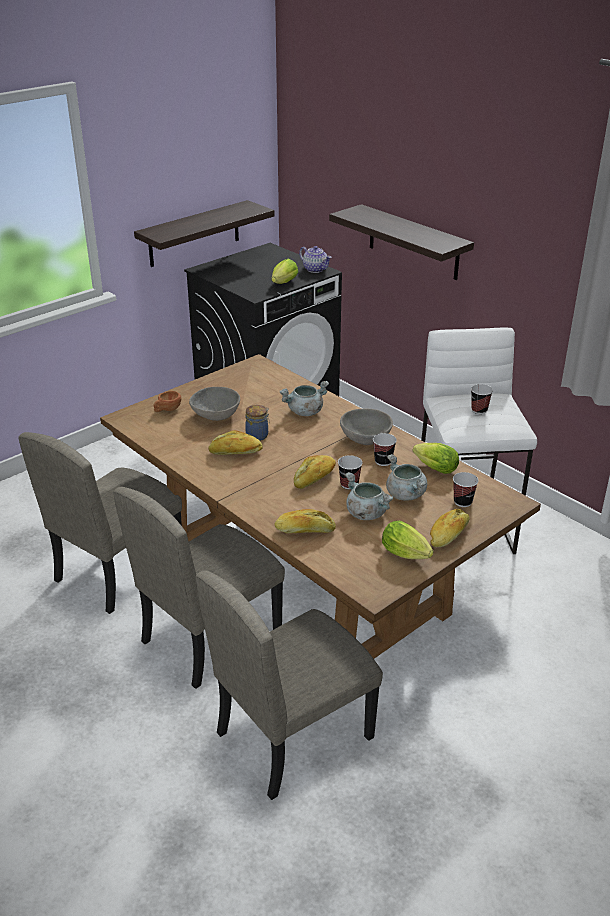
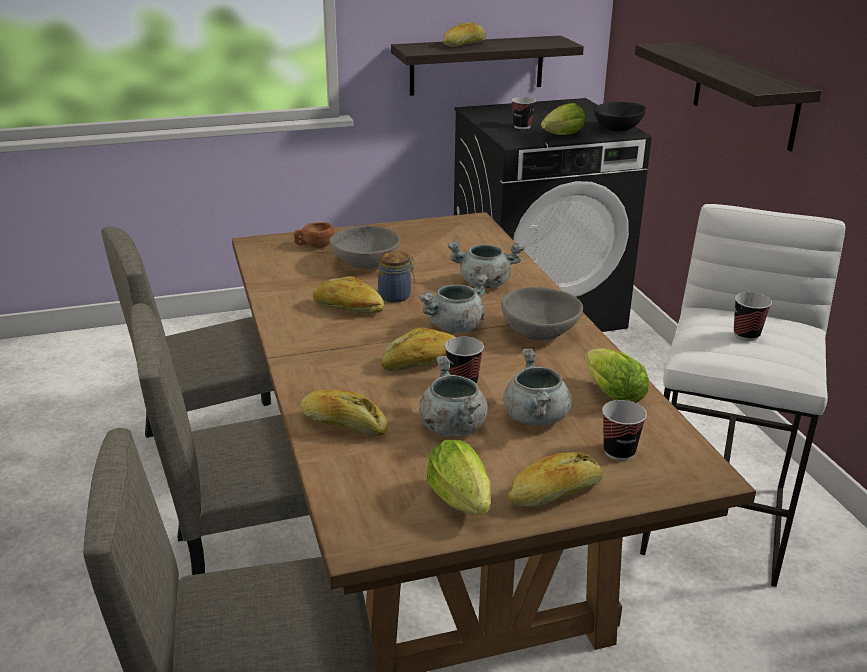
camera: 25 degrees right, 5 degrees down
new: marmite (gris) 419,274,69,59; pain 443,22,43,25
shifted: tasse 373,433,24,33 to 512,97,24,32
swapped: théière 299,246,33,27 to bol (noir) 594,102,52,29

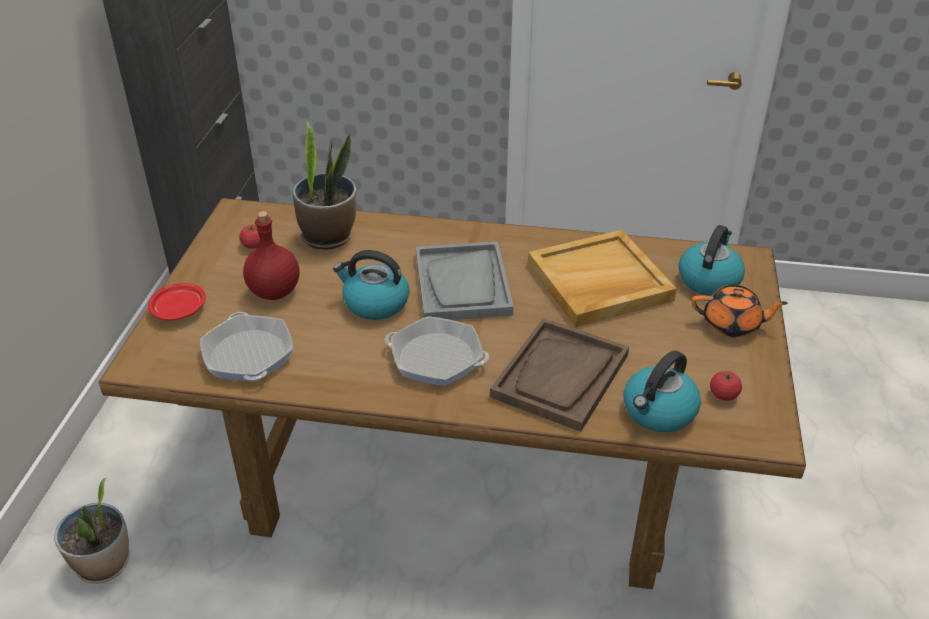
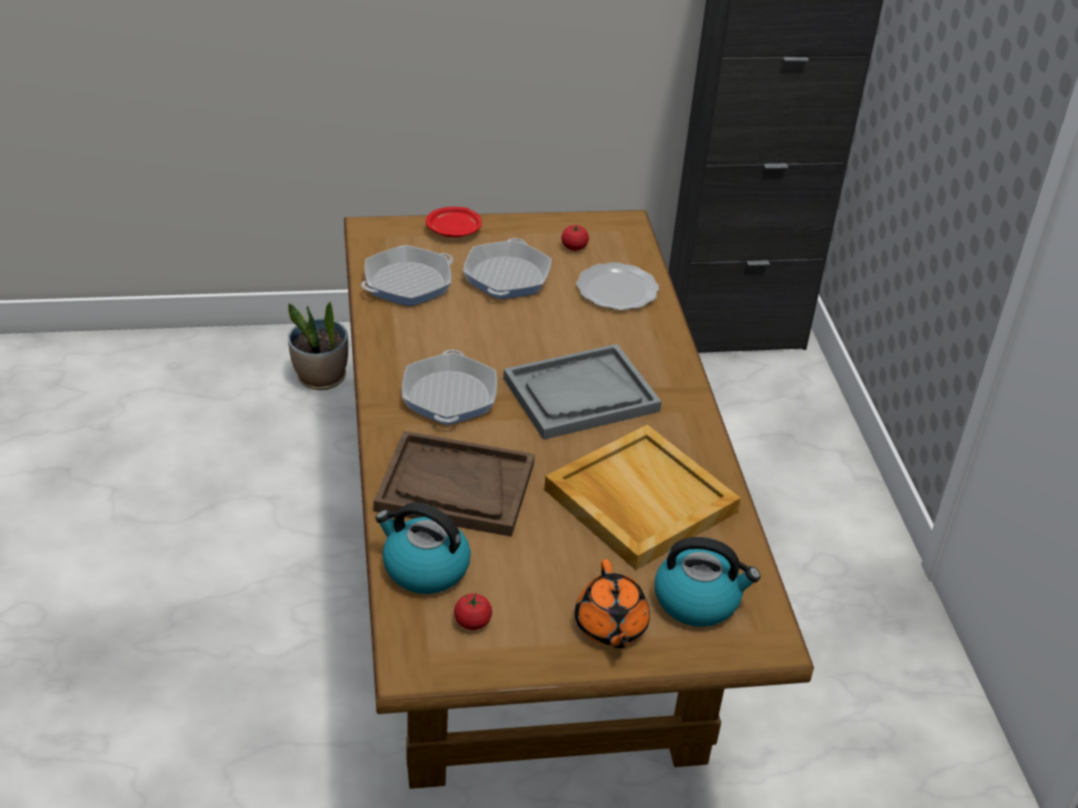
camera: 70 degrees right, 0 degrees up
gone: bouilloire 333,250,76,70
swapped: bouteille (rouge) 243,211,57,89 to poêle 463,238,89,61; plante en pot 293,121,63,129 to assiette 576,262,83,48

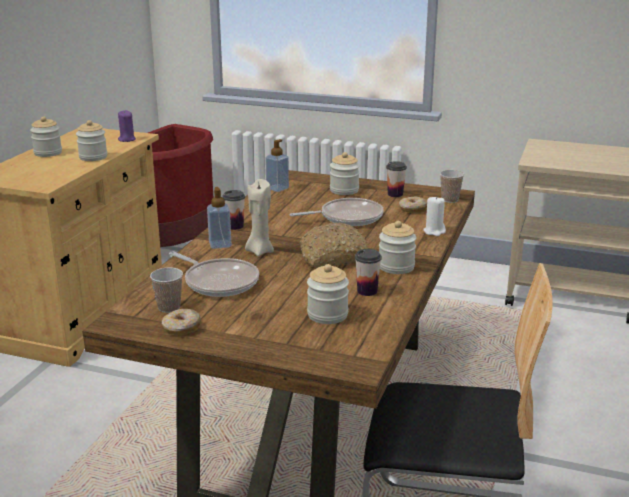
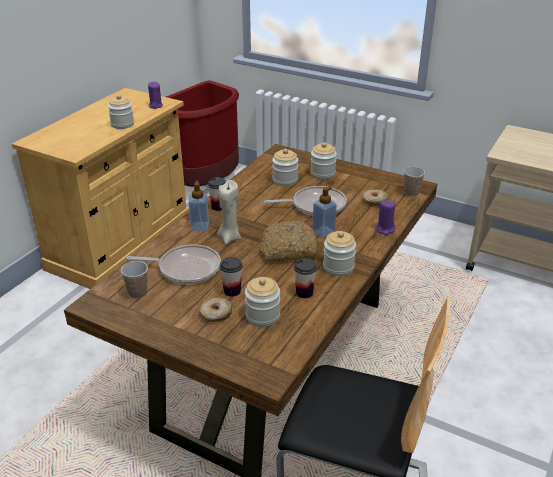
camera: 10 degrees right, 10 degrees up
shifted: bocal 30,116,32,41 to 272,149,26,37; beignet 162,309,39,26 to 200,298,32,24; distributeur de savon 265,139,24,53 to 312,187,25,51; tasse 386,161,21,36 to 220,257,23,40
repainted: bougie (blanc) 423,196,23,40 to bougie (violet) 376,200,19,35
rotated: poêle 169,251,90,46 = 126,245,95,39 45 degrees counterclockwise

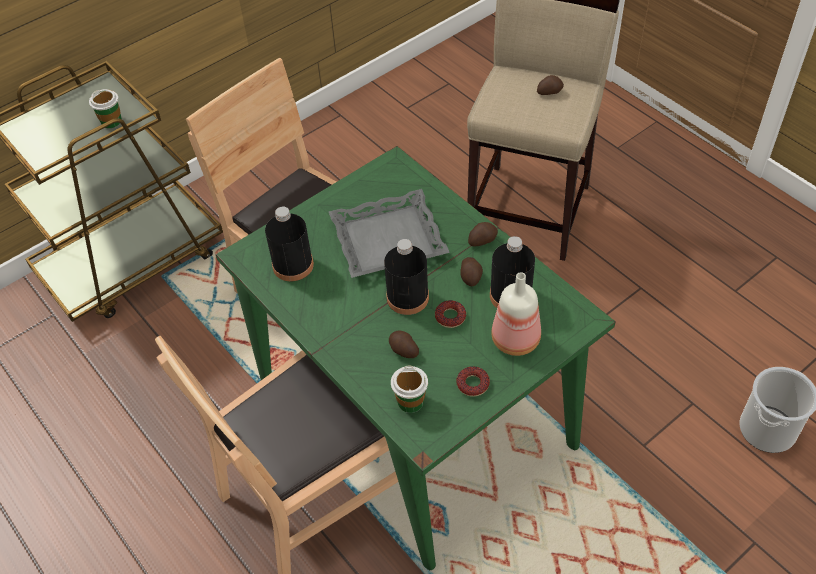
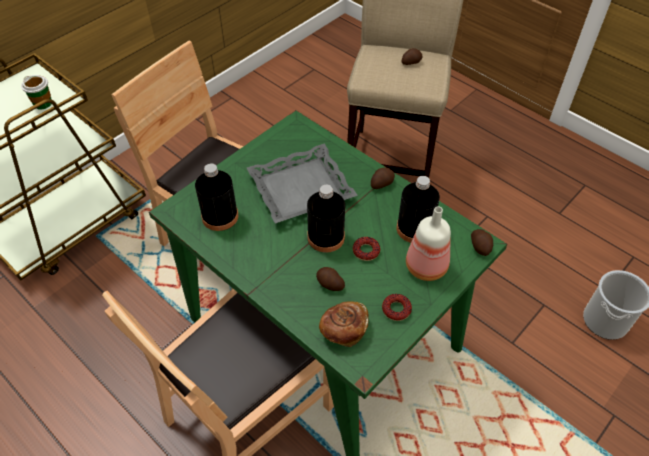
camera: 10 degrees left, 0 degrees up
shifted: pomme de terre 460,257,23,30 to 471,229,22,27
swapped: tasse 391,366,37,47 to pain 319,301,50,46

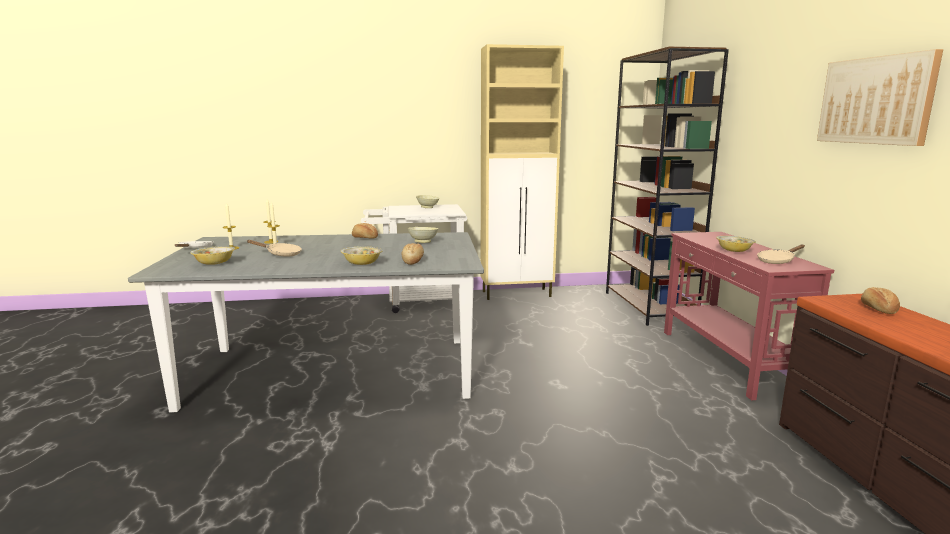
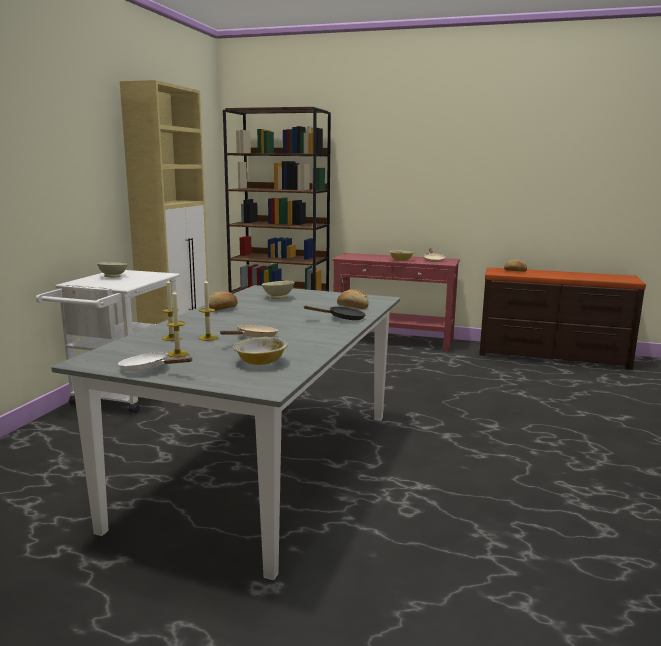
camera: 65 degrees left, 0 degrees up
gone: tableau 817,49,126,97
swapped: bol 341,246,41,19 to poêle (noir) 303,306,63,14

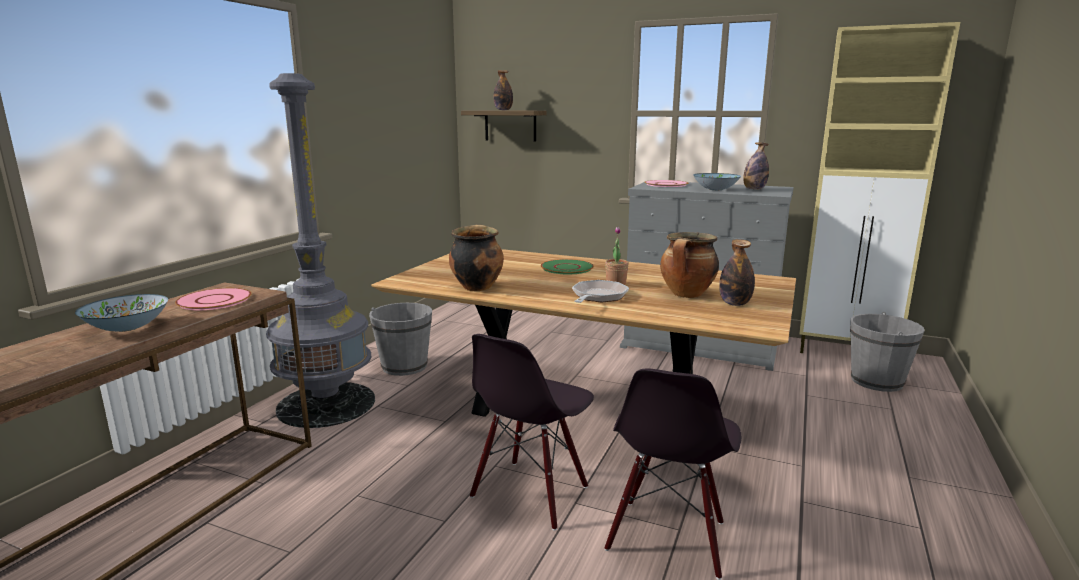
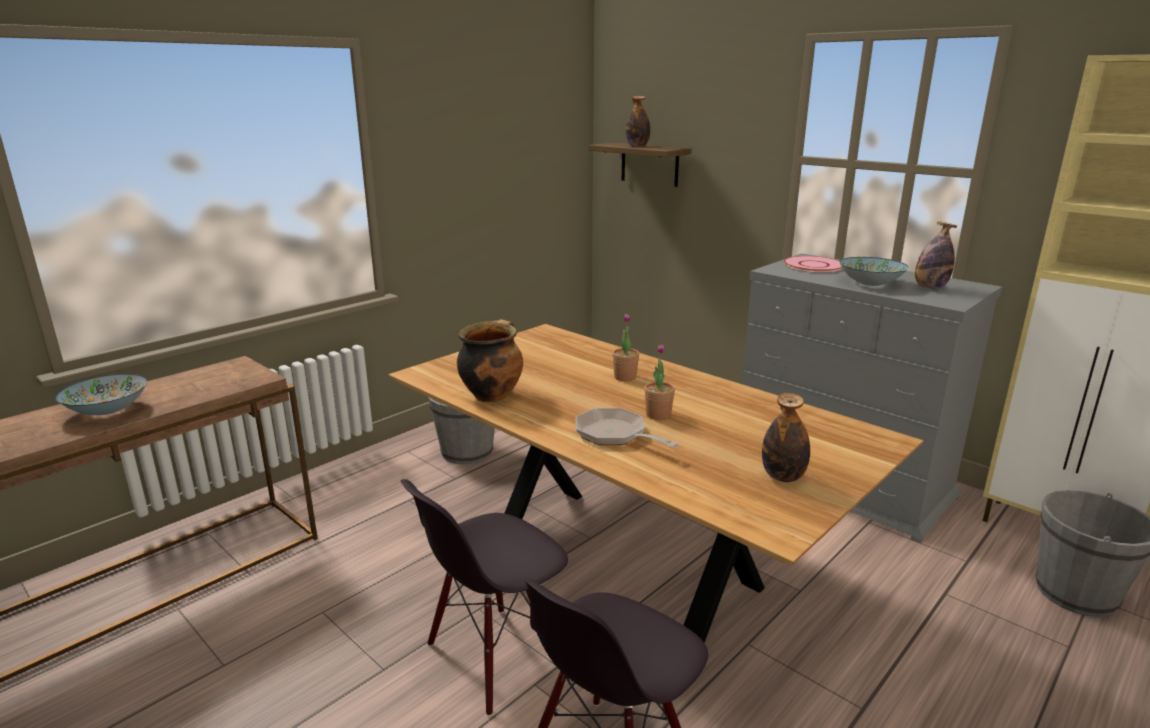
camera: 20 degrees right, 5 degrees up
gone: assiette (rose) 175,288,76,22; lampadaire (gris) 266,73,109,355; marmite 660,232,59,66
swapped: assiette (vert) 541,259,53,15 to plante en pot 612,313,27,68
rotated: poêle 572,280,57,23 = 575,408,103,39 90 degrees counterclockwise

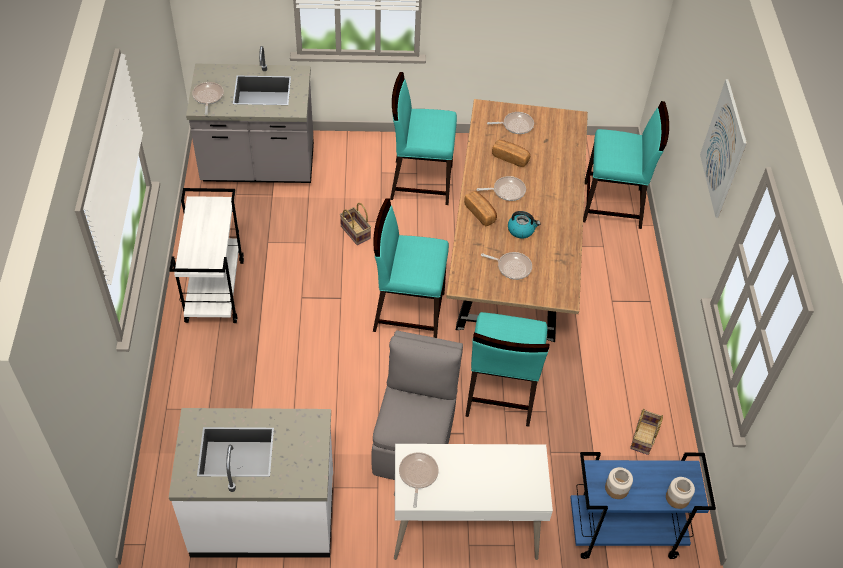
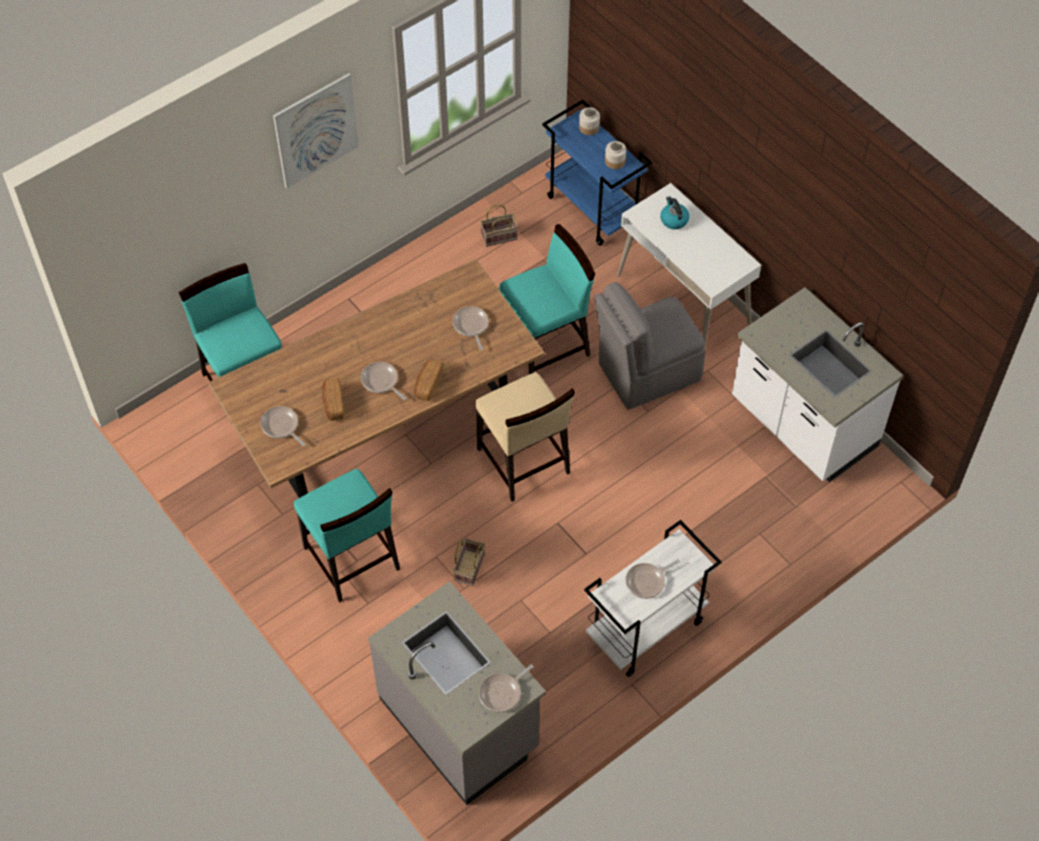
camera: 125 degrees left, 5 degrees up
shifted: poêle 399,452,40,56 to 625,559,55,40; bouilloire 508,211,33,28 to 660,196,30,33
repainted: chaise (turquoise) 373,198,76,140 to chaise (beige) 475,372,100,130

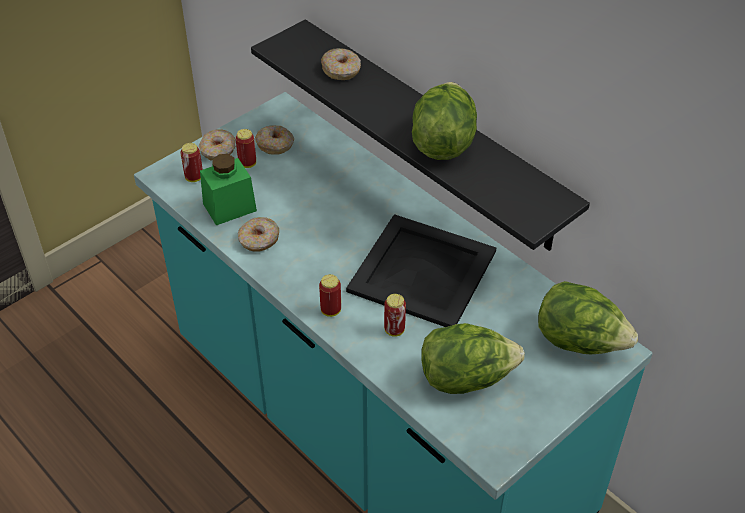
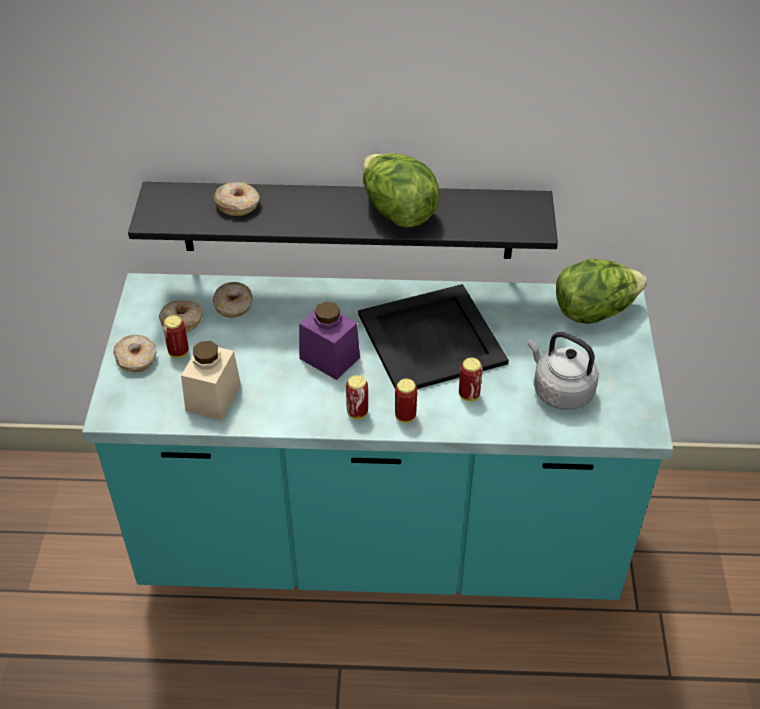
camera: 45 degrees left, 0 degrees up
new: bocal (violet) 299,301,61,79
shifted: boîte métallique 180,143,23,39 to 346,375,22,44; beignet 238,217,41,35 to 213,282,40,36
swapped: laitue 421,323,104,71 to bouilloire (gris) 528,332,71,78
repainted: bocal (vert) 200,154,57,71 to bocal (beige) 181,341,60,79

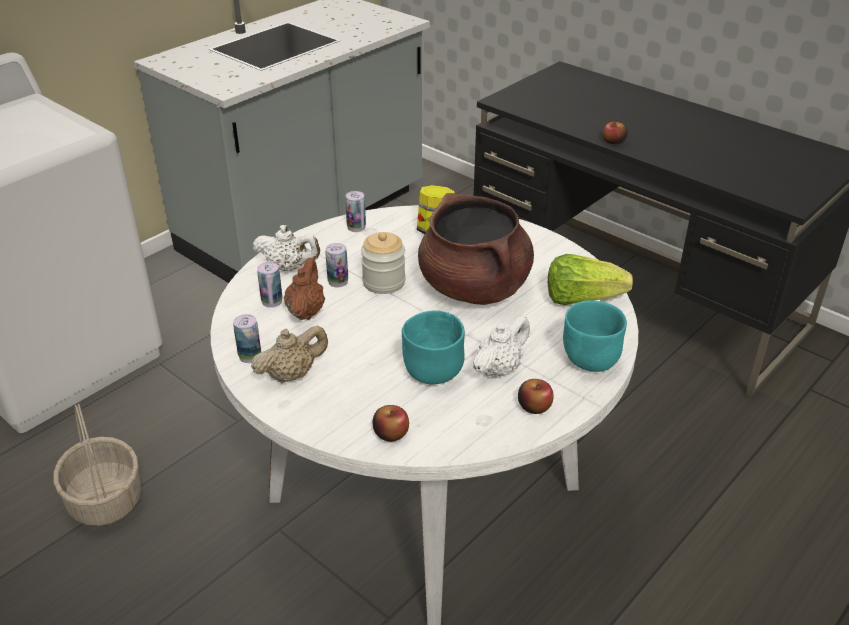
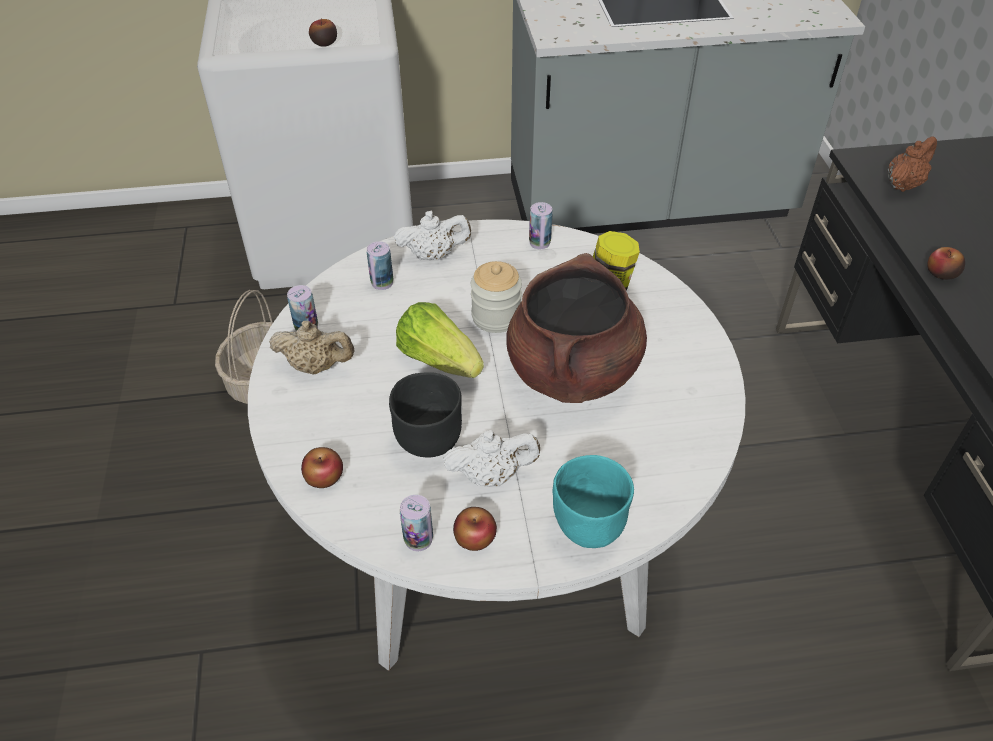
camera: 40 degrees right, 10 degrees up
new: pomme 309,18,28,29
shifted: théière (marron) 284,258,41,62 to 888,136,49,56; boîte métallique 325,243,23,45 to 400,495,33,56; laitue 548,254,85,51 to 396,302,88,76
repainted: bol (turquoise) 402,310,63,74 to bol (noir) 389,372,73,86
rotated: théière (blanc) 253,225,67,46 = 394,211,77,49 60 degrees counterclockwise

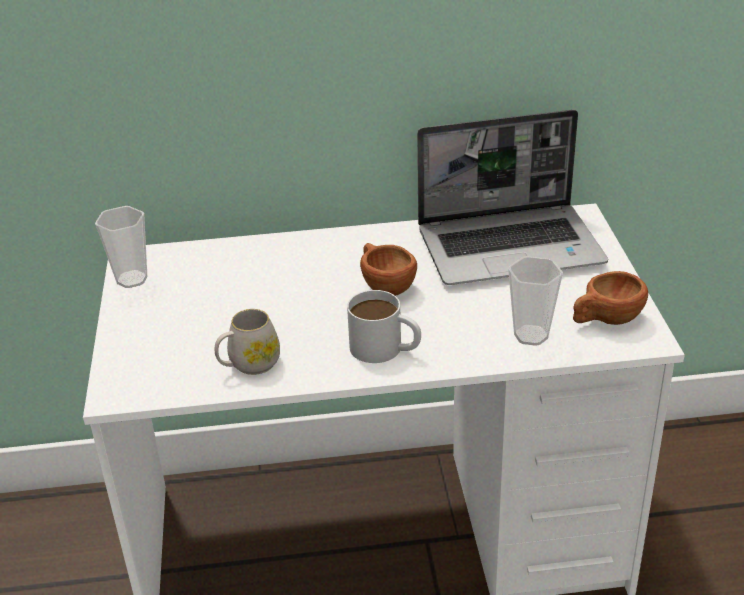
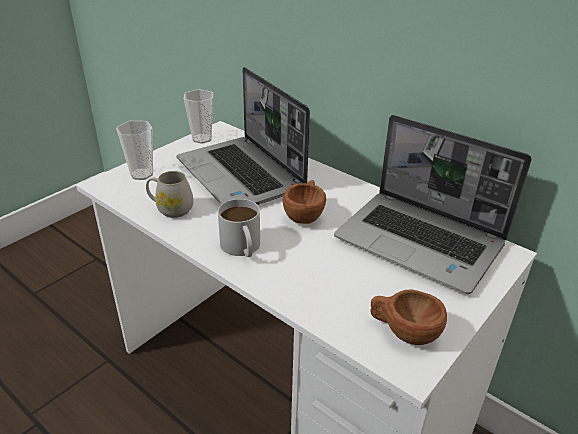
camera: 45 degrees right, 0 degrees up
new: ordinateur portable 176,67,134,138
shifted: tasse 508,256,55,90 to 116,120,37,60

